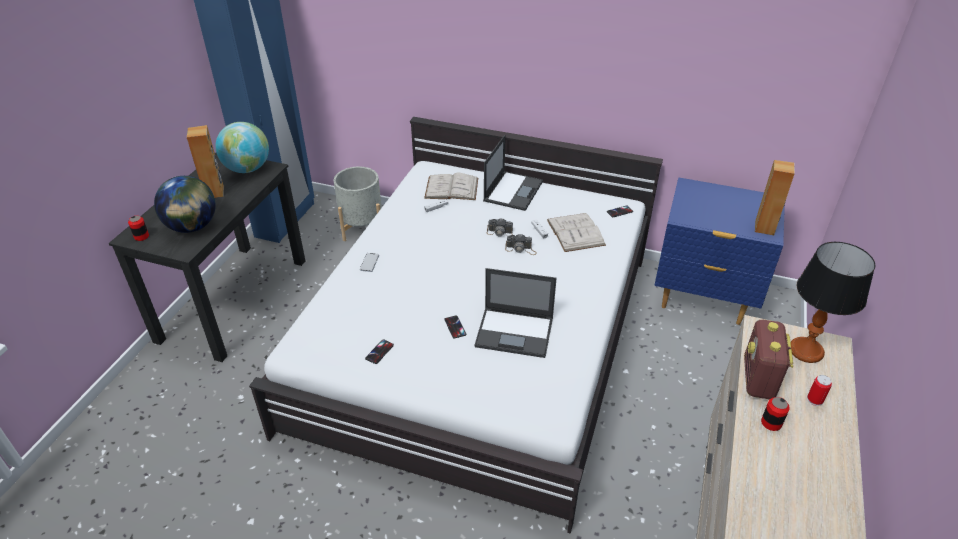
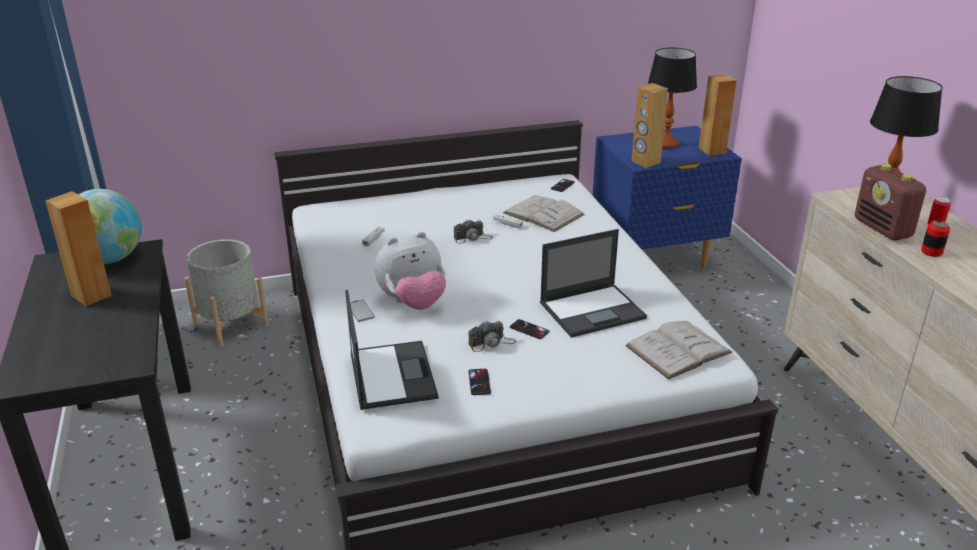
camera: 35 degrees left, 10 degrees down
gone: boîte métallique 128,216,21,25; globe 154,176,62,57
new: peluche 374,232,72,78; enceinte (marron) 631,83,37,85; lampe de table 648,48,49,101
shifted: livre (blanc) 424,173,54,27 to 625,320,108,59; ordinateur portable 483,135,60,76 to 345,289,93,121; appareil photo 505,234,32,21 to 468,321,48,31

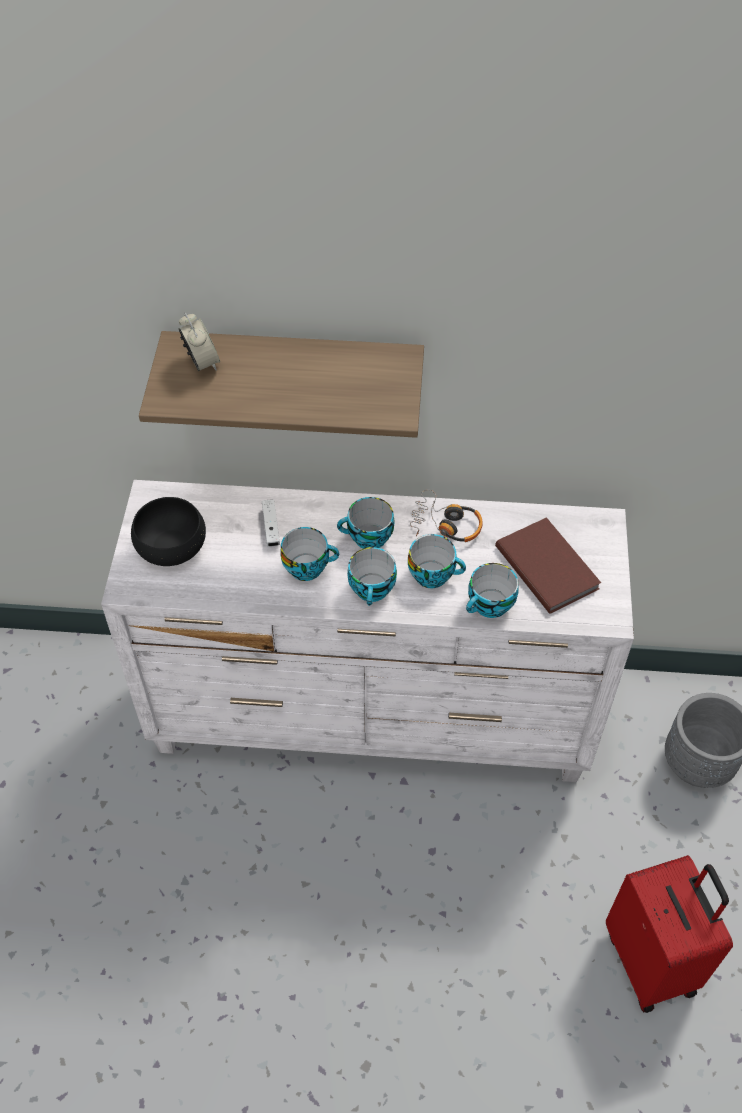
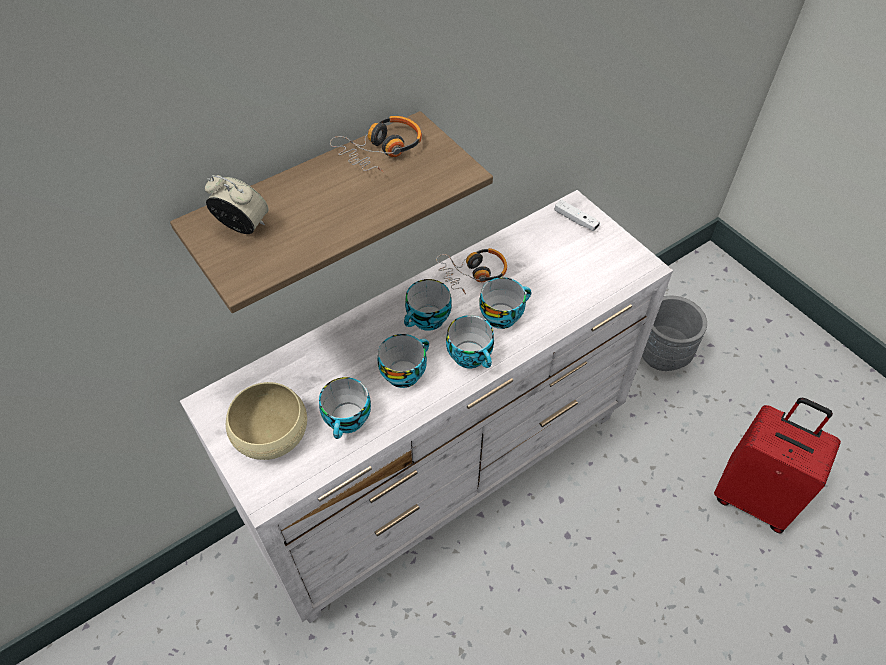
camera: 40 degrees left, 0 degrees up
gone: livre (marron) 495,517,106,97
new: casque audio 330,116,92,57
shifted: manette (blanc) 262,499,18,48 to 554,200,46,31; tasse 466,563,52,55 to 319,377,52,62
repainted: bol (noir) 131,497,75,69 to bol (beige) 226,382,81,78

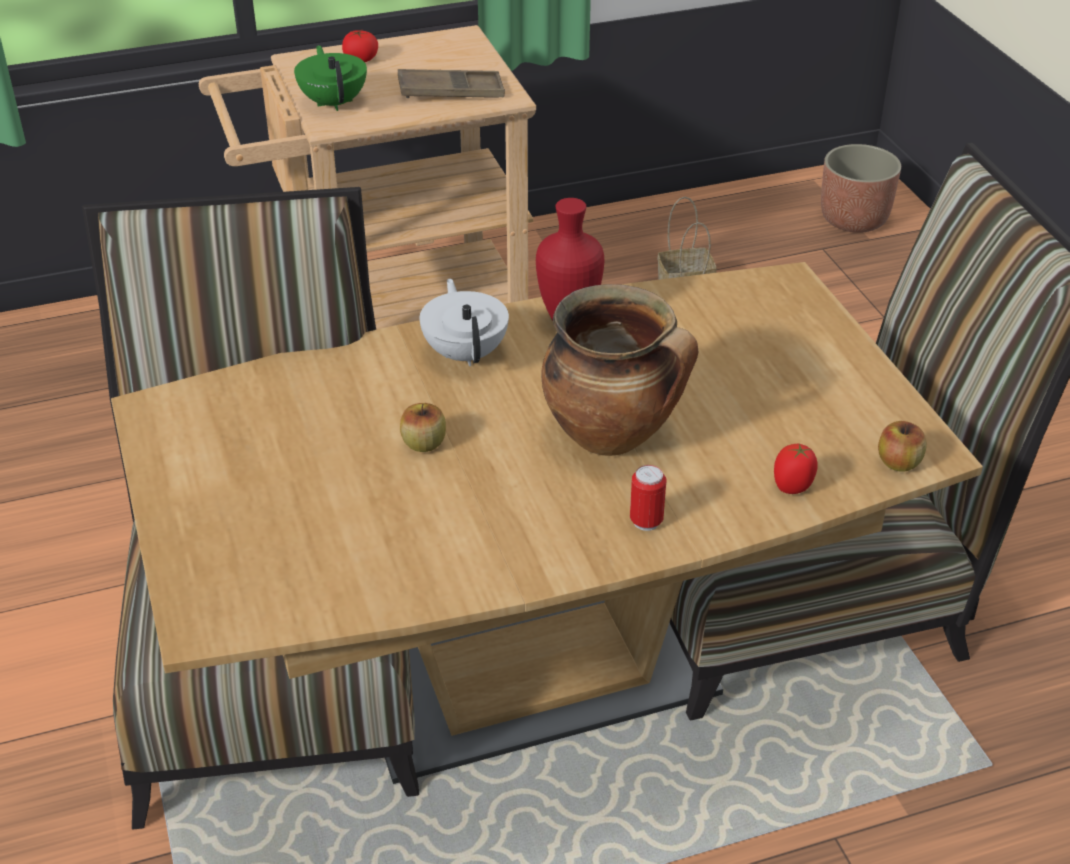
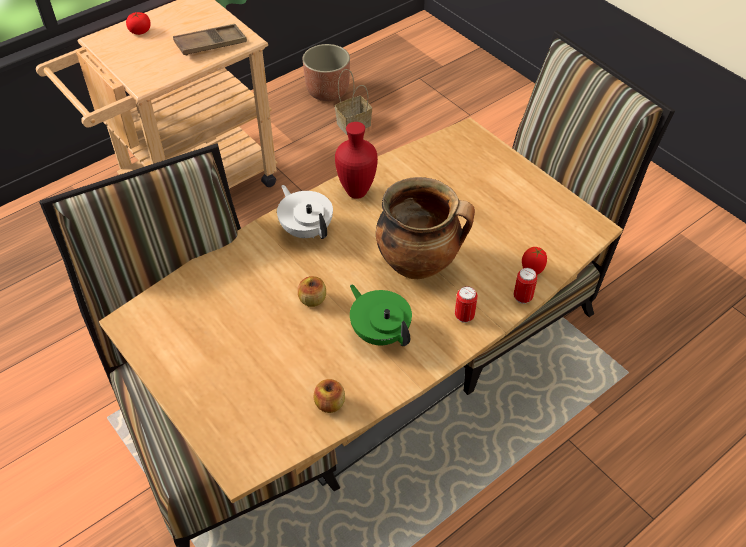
camera: 20 degrees left, 10 degrees up
new: boîte métallique 513,268,25,36
shifted: théière (vert) 294,45,73,66 to 350,285,62,61; cache-pot 821,144,80,89 to 302,44,48,57; pomme 878,421,49,51 to 314,379,31,34

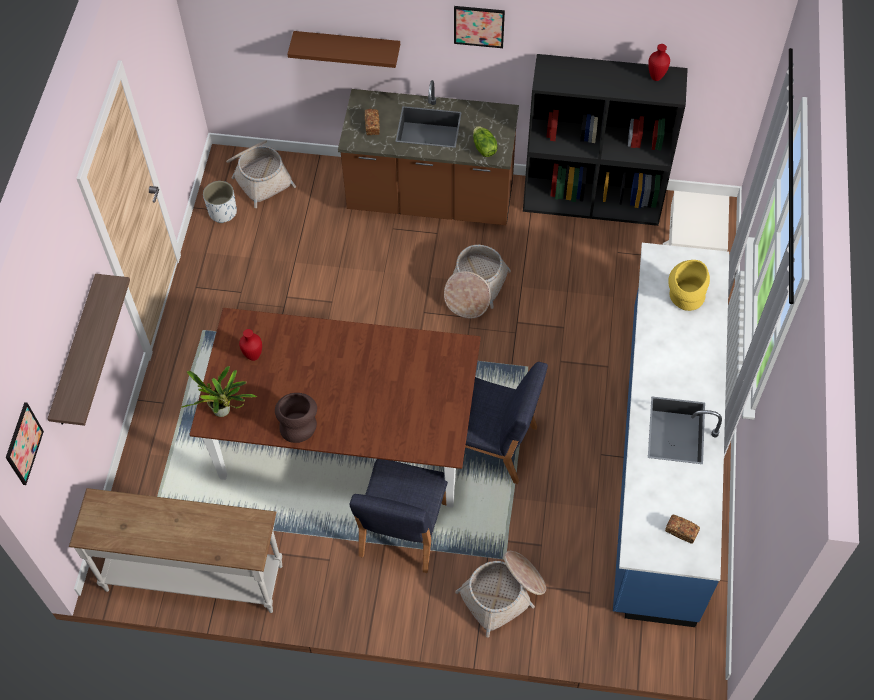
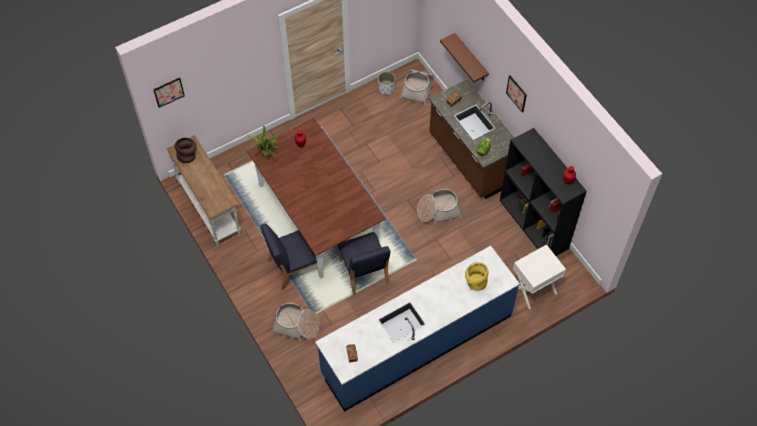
camera: 50 degrees right, 0 degrees up
gone: étagère 47,274,83,152
shifted: vase (marron) 275,393,42,50 to 175,138,22,25

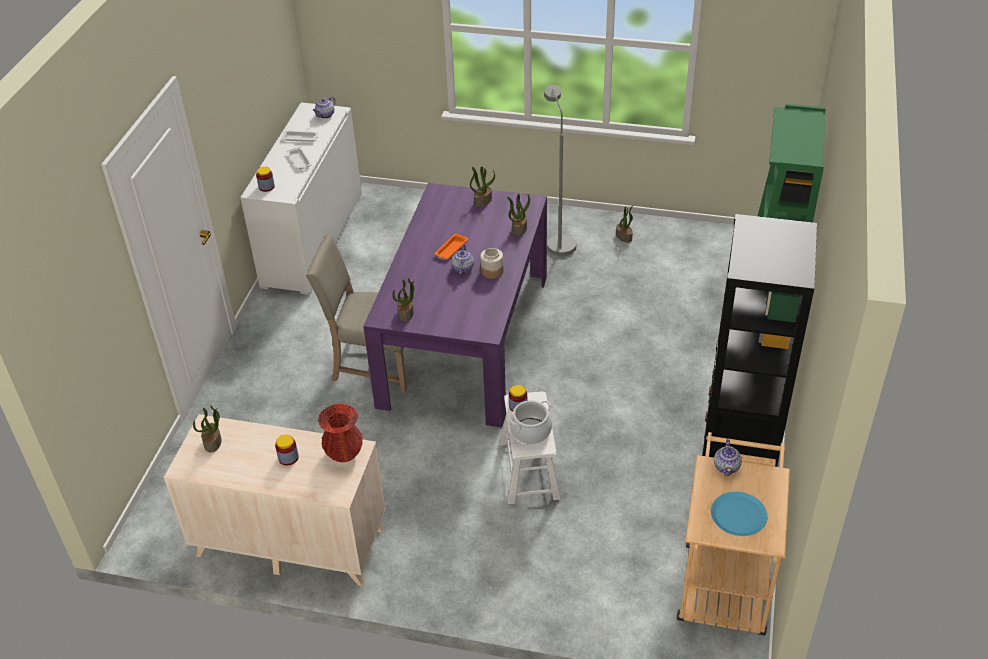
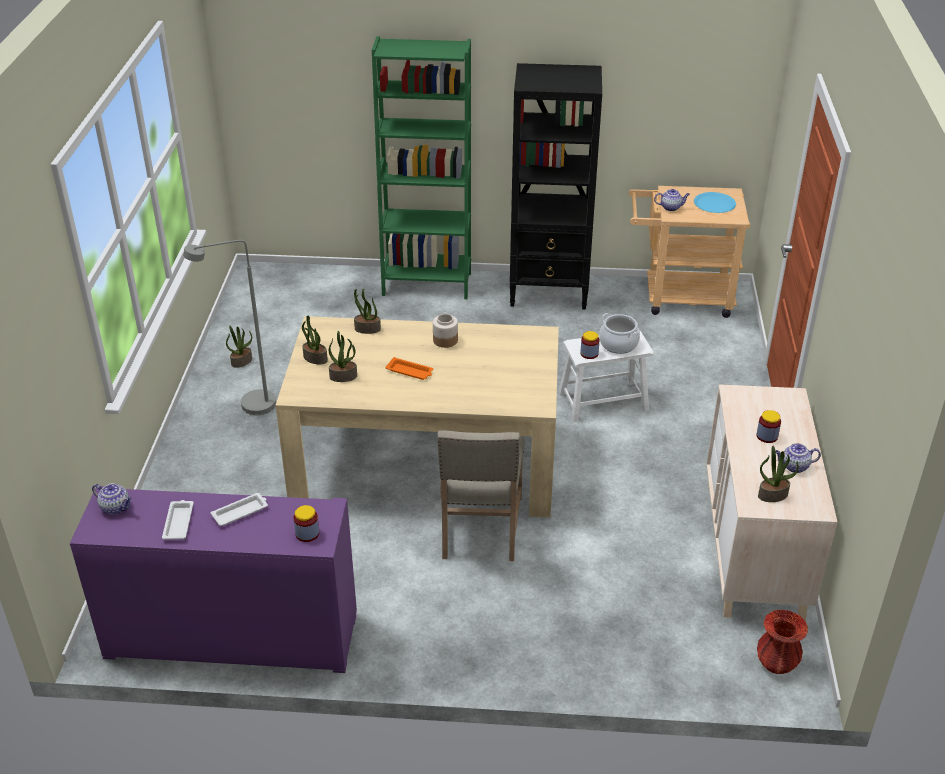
camera: 100 degrees left, 5 degrees down
shifted: vase (rouge) 318,404,45,59 to 757,610,51,64; plante en pot 392,278,24,44 to 329,331,28,51; théière 451,245,23,30 to 776,443,45,30
repainted: meuble de rangement (blanc) 240,102,122,193 to meuble de rangement (violet) 70,486,287,187; table à manger (violet) 363,183,184,245 to table à manger (beige) 275,316,284,202

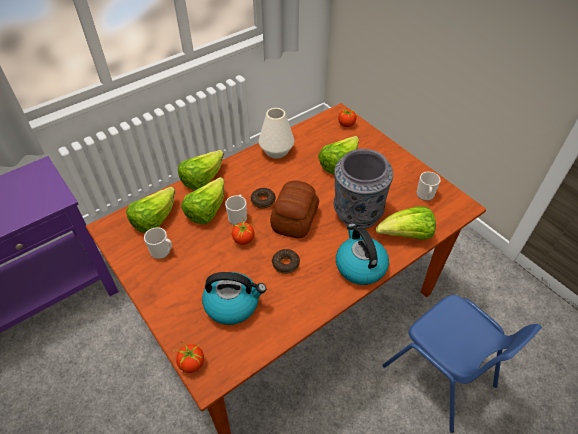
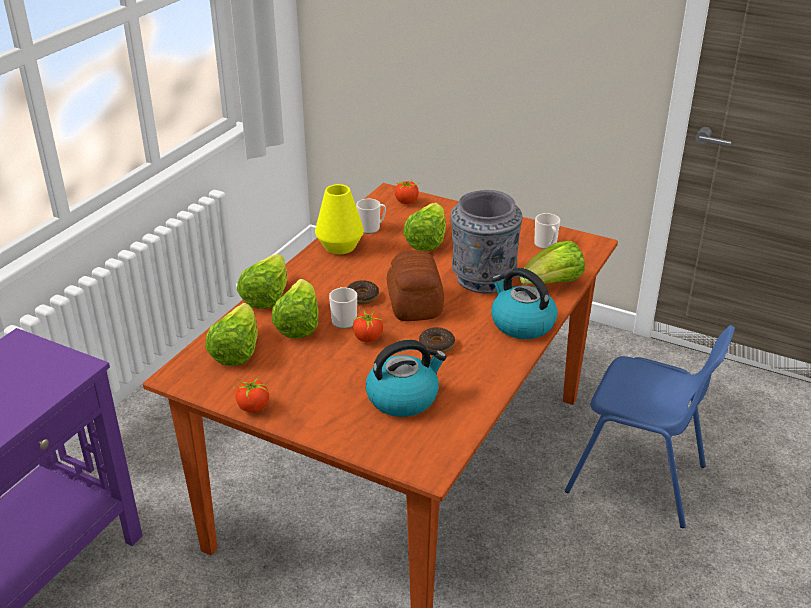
camera: 25 degrees left, 15 degrees down
shifted: mug 144,227,28,32 to 356,199,30,35; tomate 173,343,31,30 to 234,377,35,36
repainted: vase (blanc) 259,108,35,50 to vase (jaune) 315,184,49,70

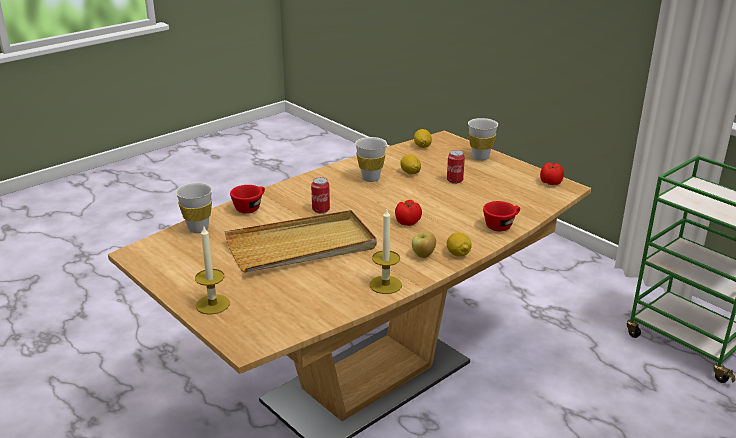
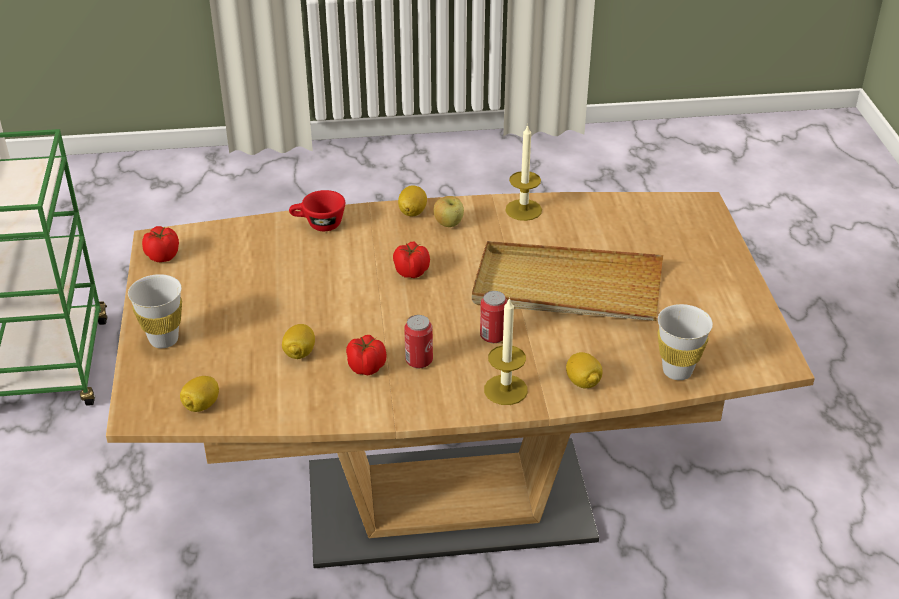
camera: 145 degrees left, 10 degrees up
shifted: bougie 195,226,35,89 to 484,297,44,108; boîte métallique 447,150,18,34 to 404,315,29,53
swapped: tasse (rouge) 230,185,35,29 to citron 566,352,36,36; tasse (blanc) 355,137,32,45 to tomate 346,335,41,41

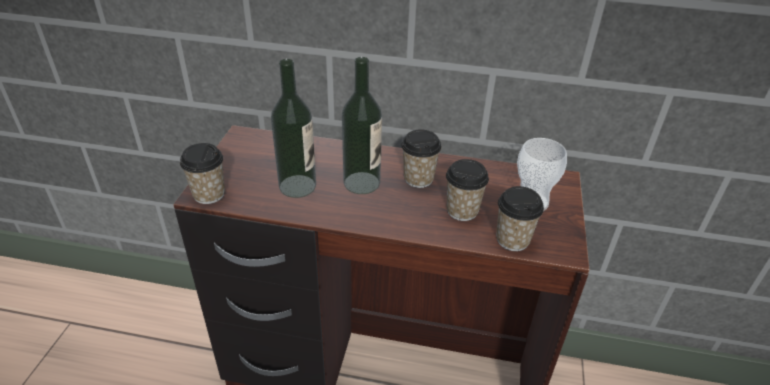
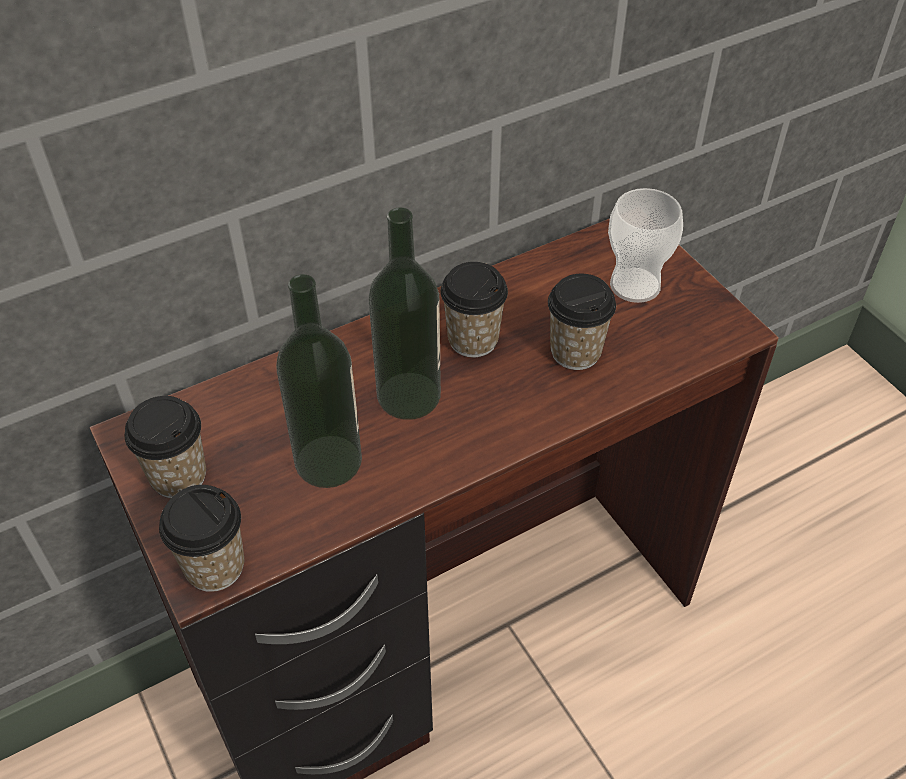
camera: 40 degrees left, 10 degrees up
shifted: tasse 496,186,48,65 to 124,396,82,102

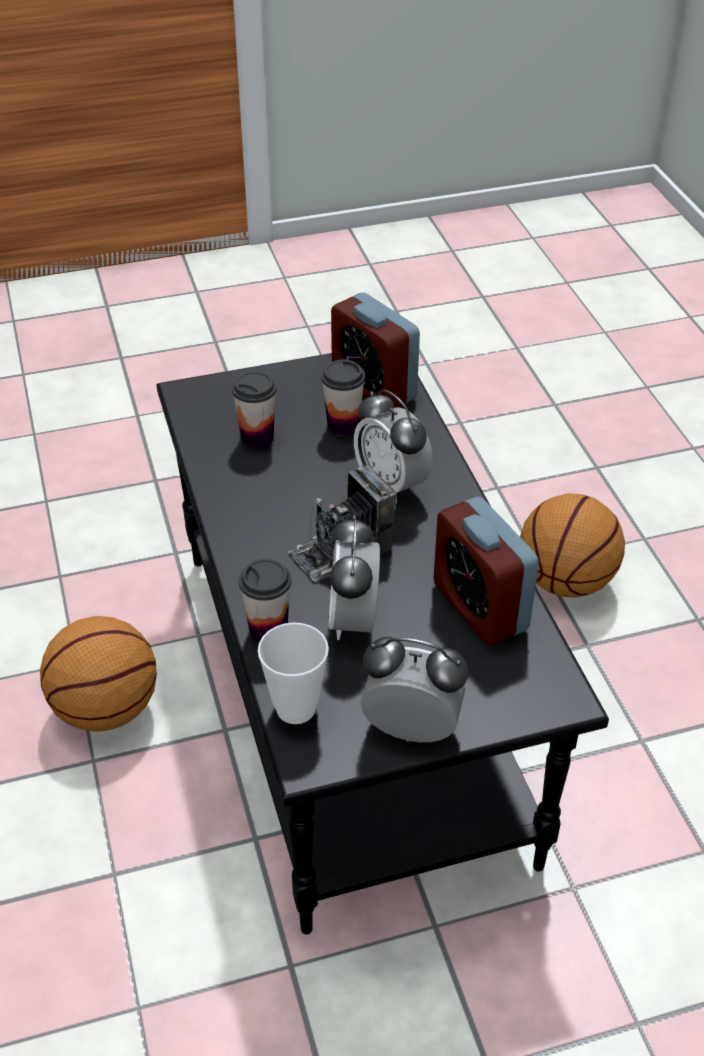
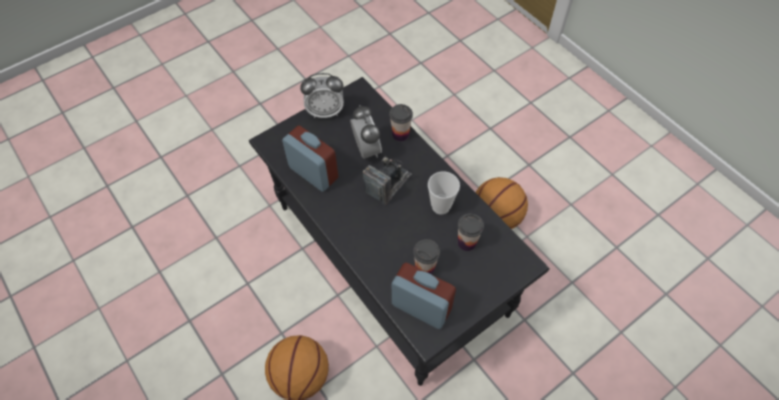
camera: 160 degrees right, 15 degrees up
gone: réveil 354,389,79,115
shifted: tasse 258,622,71,102 to 428,172,32,43

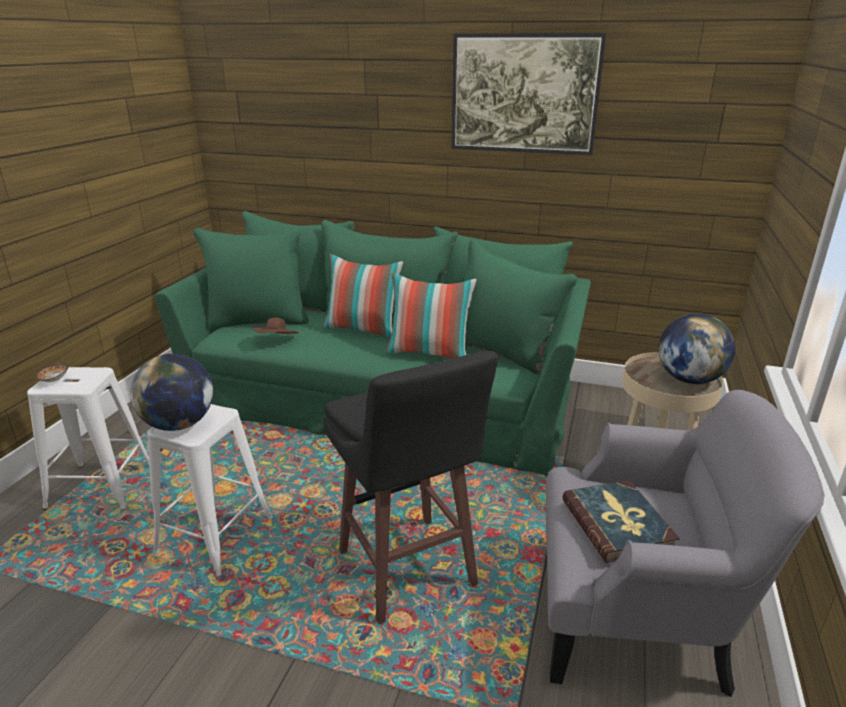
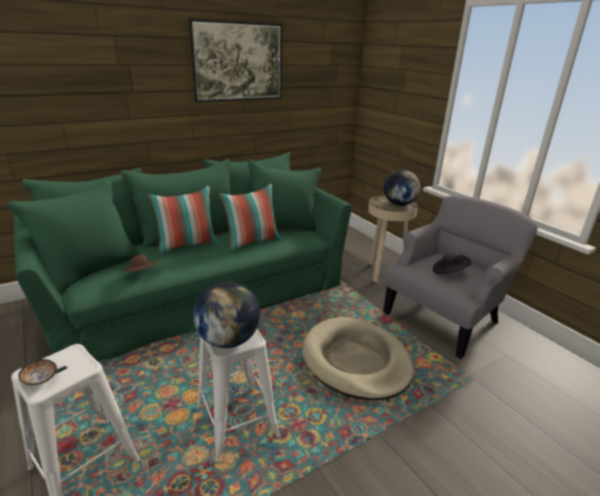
camera: 50 degrees left, 0 degrees up
swapped: tabouret (noir) 323,350,175,274 to panier pour chien (beige) 302,317,112,83; livre 562,480,118,83 to chapeau (noir) 433,253,39,21

